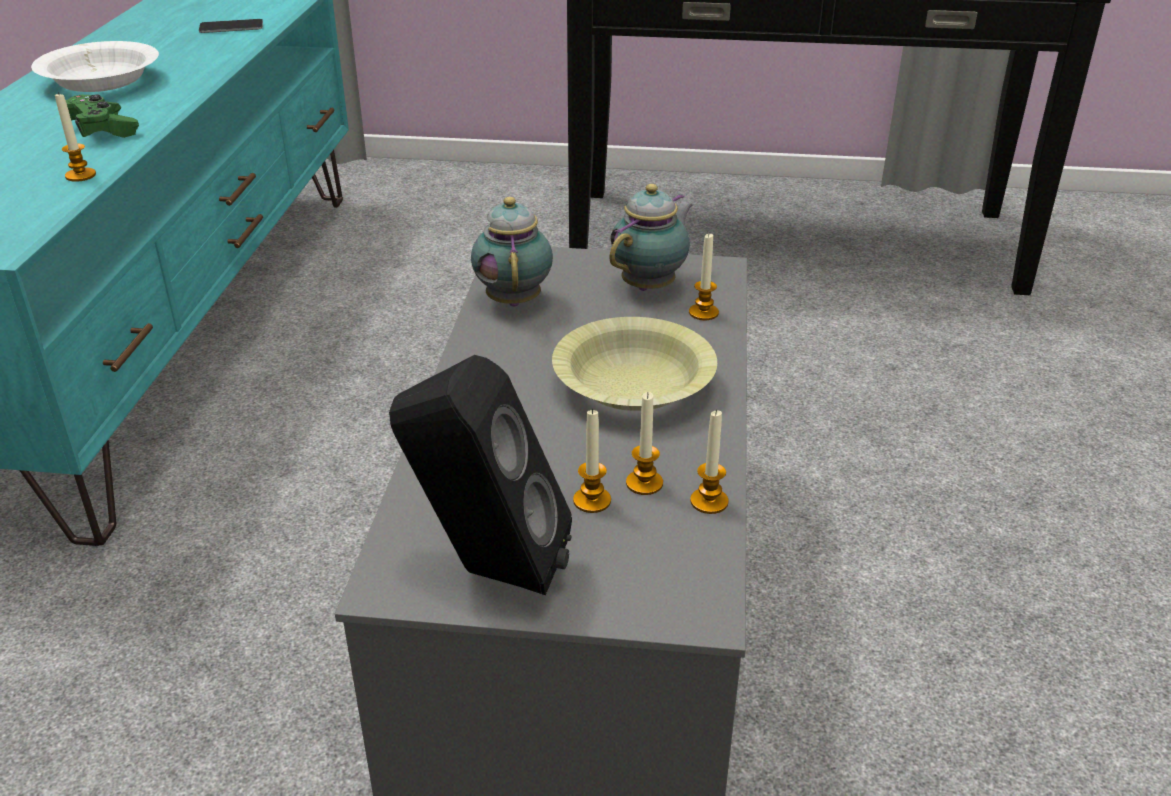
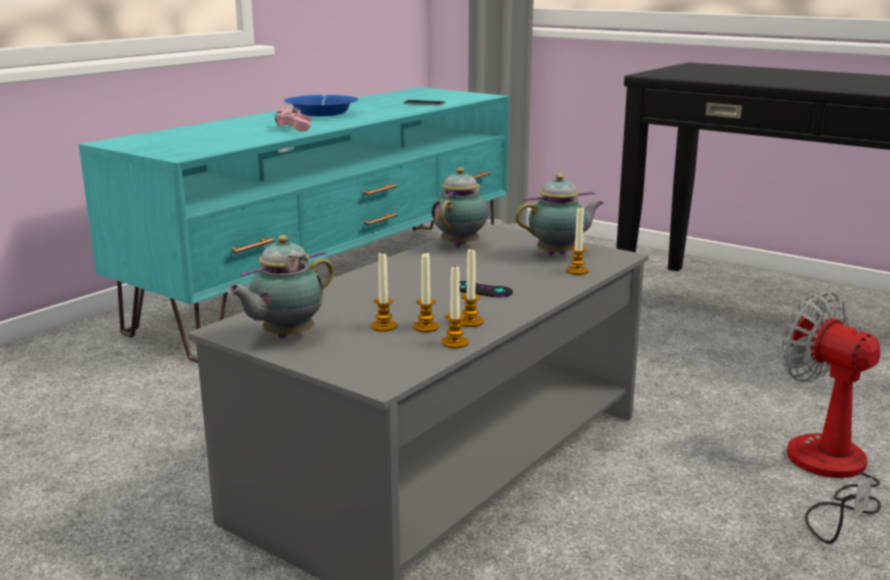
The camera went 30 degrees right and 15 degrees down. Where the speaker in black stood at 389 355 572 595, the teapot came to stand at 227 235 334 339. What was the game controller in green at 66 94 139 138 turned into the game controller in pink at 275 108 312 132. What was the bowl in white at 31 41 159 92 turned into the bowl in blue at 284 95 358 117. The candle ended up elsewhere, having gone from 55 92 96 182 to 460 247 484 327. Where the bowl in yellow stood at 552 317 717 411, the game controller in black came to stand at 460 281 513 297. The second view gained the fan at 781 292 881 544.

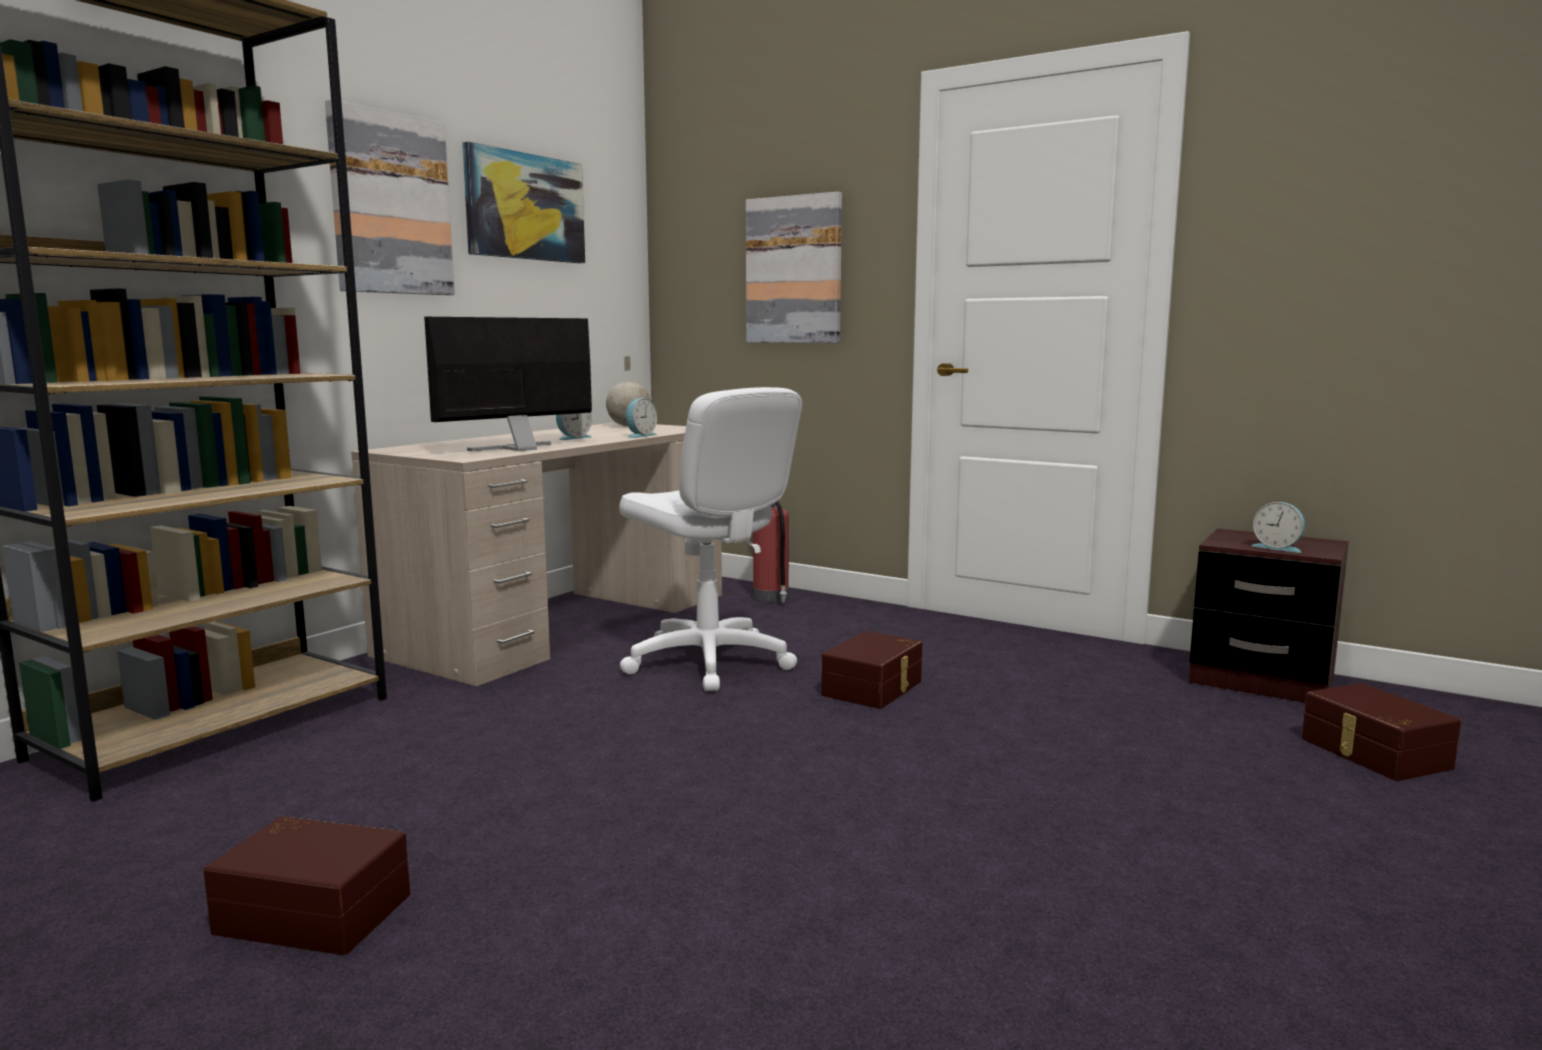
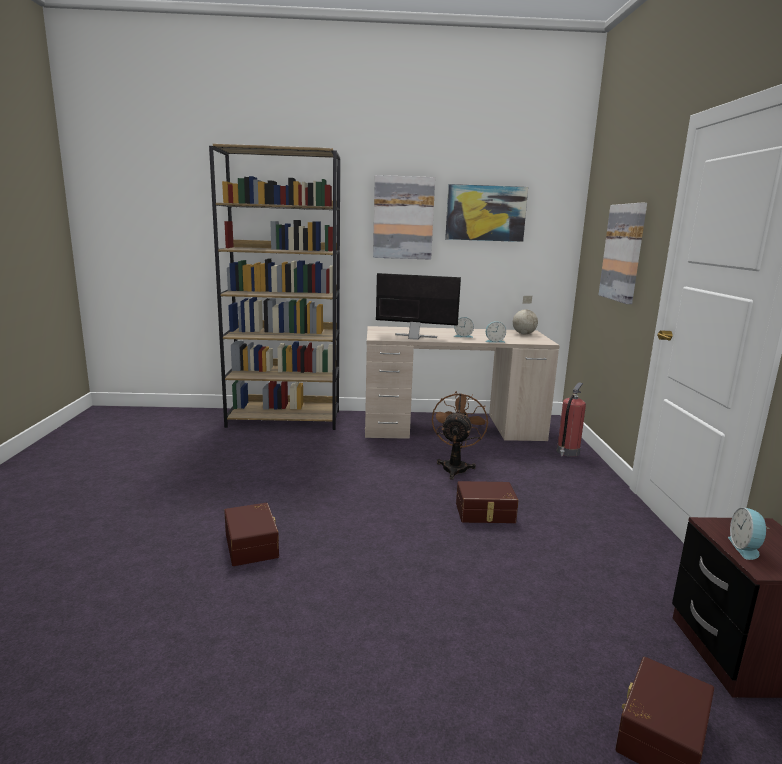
The camera went 55 degrees right and 5 degrees up. The storage box in brown ended up elsewhere, having gone from 204 816 410 955 to 224 503 279 566. Where the office chair in white stood at 619 387 802 691, the fan in brown came to stand at 432 391 488 480.

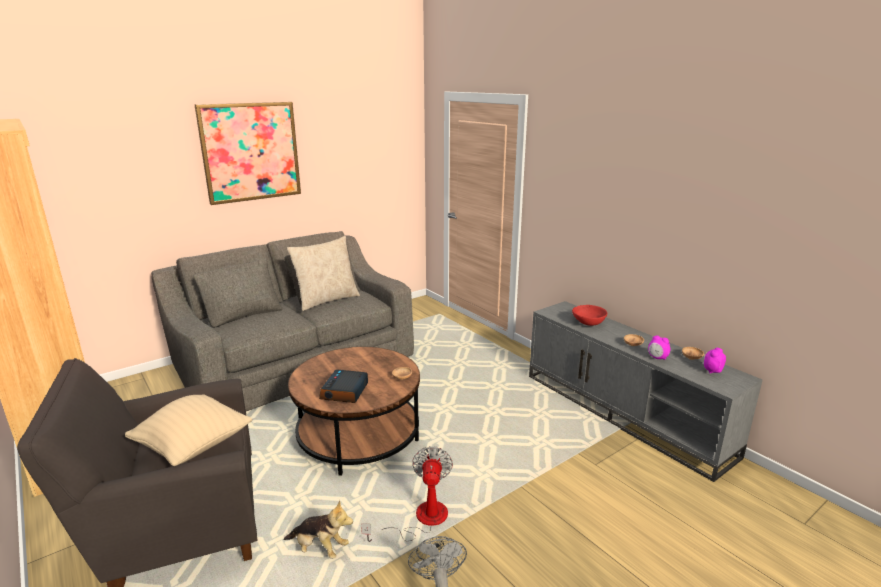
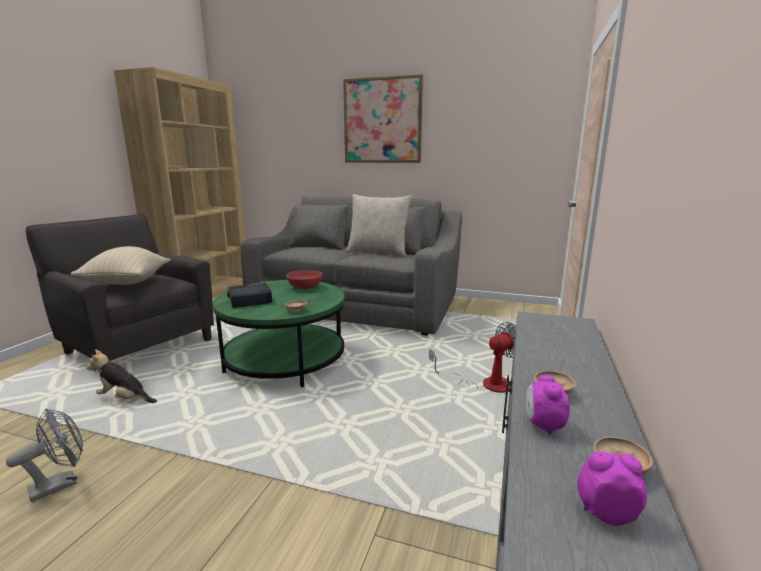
The camera went 55 degrees right and 5 degrees down. The plush toy at 283 500 353 559 ended up facing another way, 120 degrees clockwise from before. What was the coffee table in brown at 288 347 420 476 turned into the coffee table in green at 213 280 345 387. The bowl in red ended up elsewhere, having gone from 572 305 607 326 to 286 270 322 289. The fan ended up elsewhere, having gone from 361 446 453 542 to 429 322 516 393.

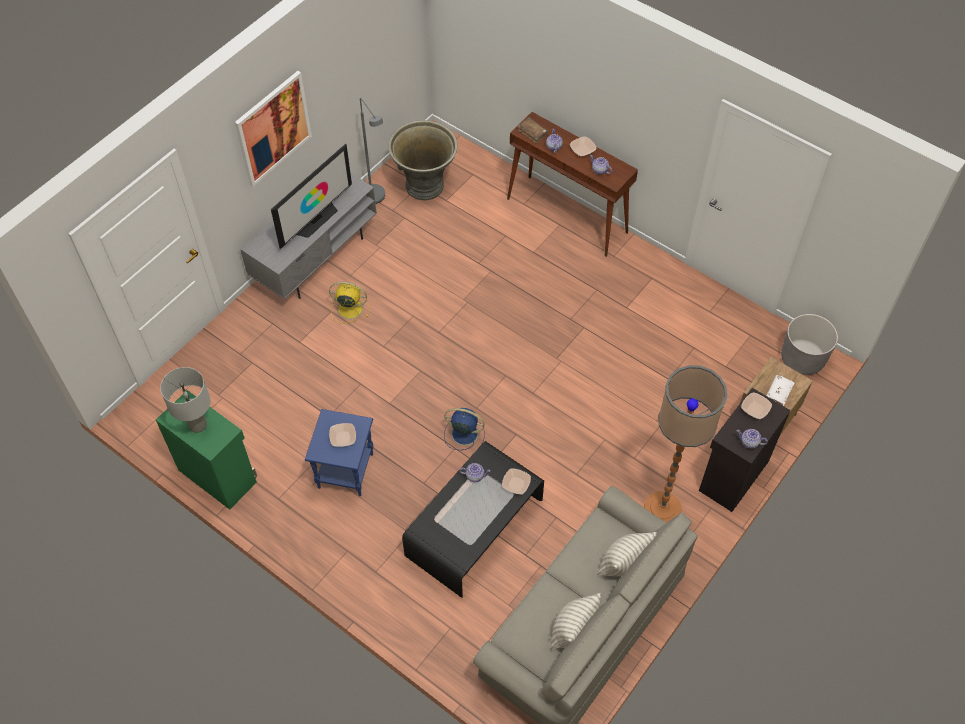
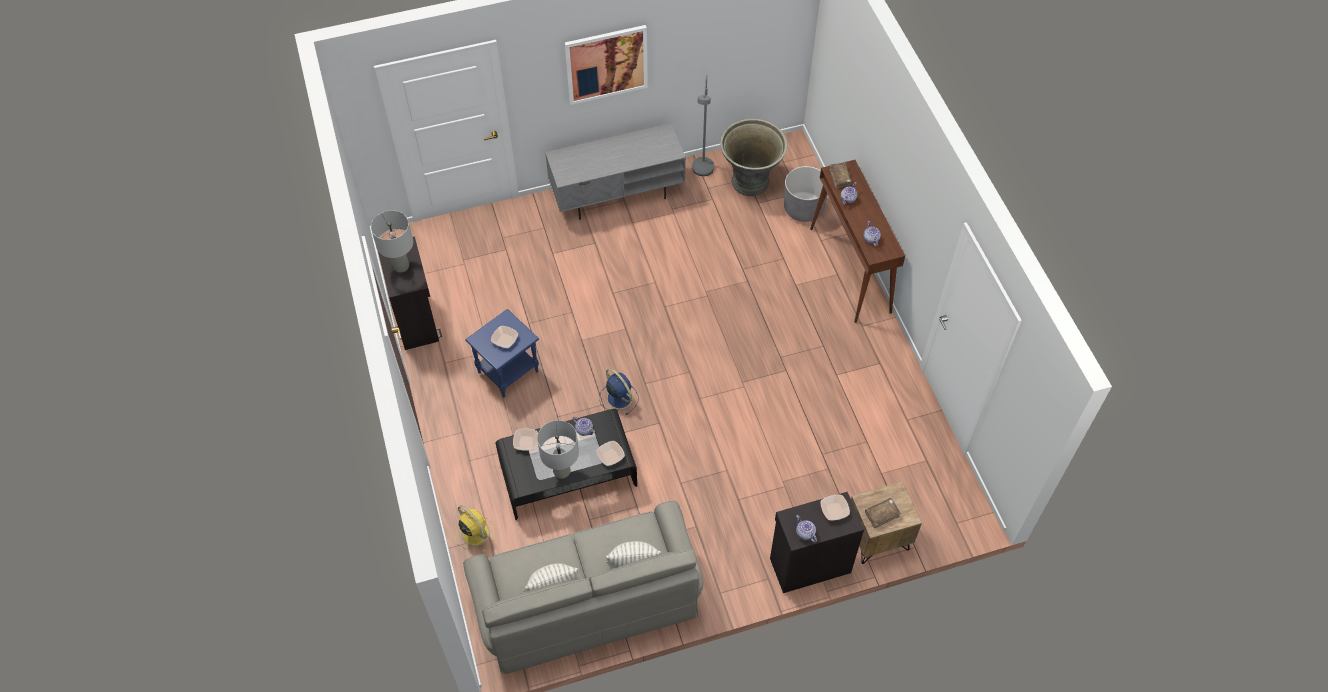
The camera went 35 degrees right and 0 degrees up. What was the cabinet in green at 156 390 257 510 turned into the cabinet in black at 378 236 442 350. The fan in yellow ended up elsewhere, having gone from 329 282 369 324 to 454 505 496 552. The bowl ended up elsewhere, having gone from 570 137 597 156 to 513 428 538 451. The second view gained the table lamp in grey at 537 420 579 479. The planter in grey ended up elsewhere, having gone from 781 314 838 375 to 784 166 828 222. What was the book in white at 766 375 795 406 turned into the book in brown at 865 498 901 529. The second view lost the television at 271 144 352 249. The second view lost the floor lamp at 644 365 727 523.

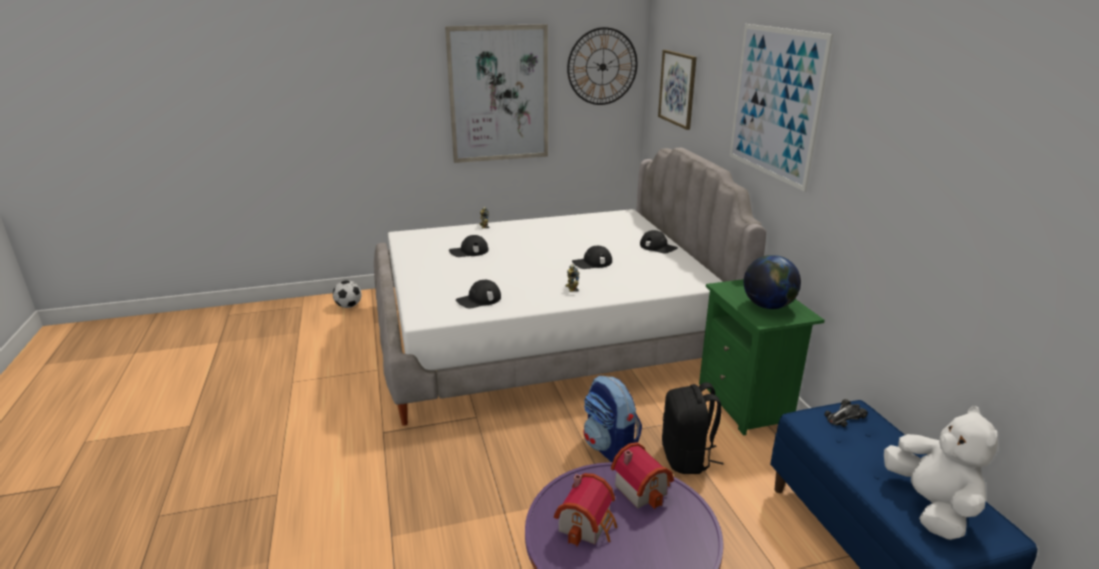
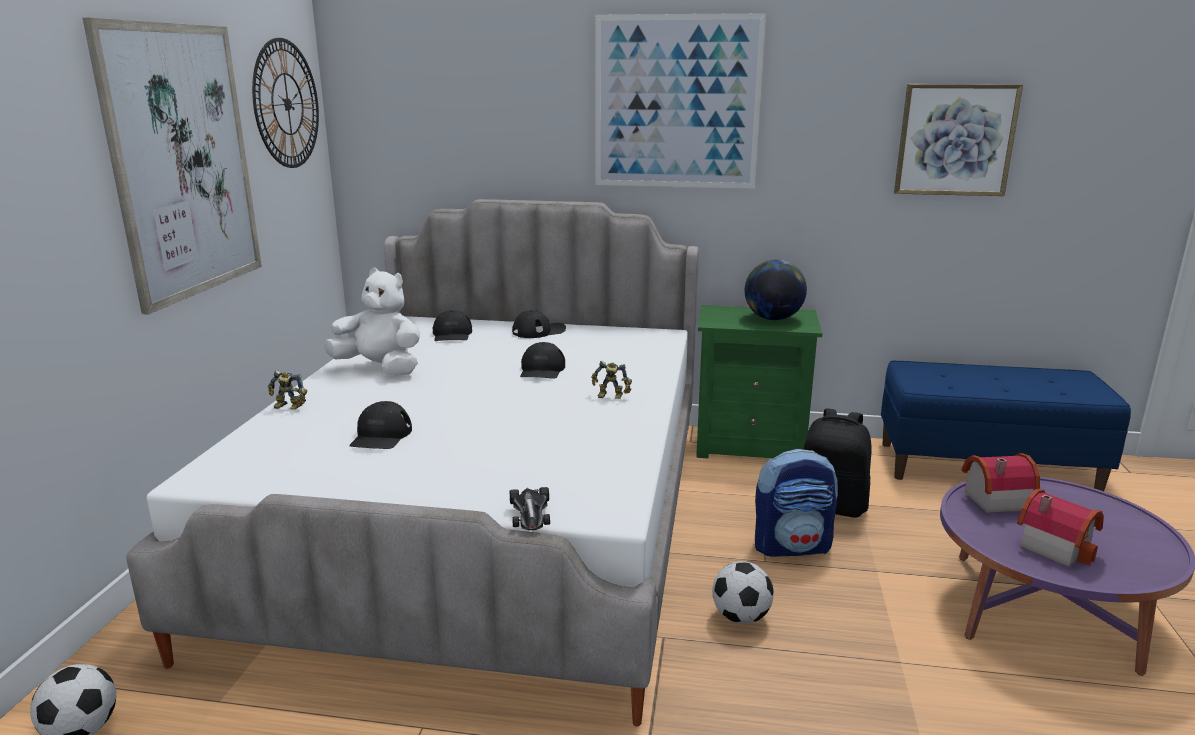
The camera went 65 degrees left and 5 degrees down. The plush toy in white ended up elsewhere, having gone from 884 406 998 540 to 324 268 420 376. The cap in black ended up elsewhere, having gone from 456 280 501 308 to 432 310 472 341. The toy car ended up elsewhere, having gone from 824 399 868 427 to 510 487 550 530. The second view gained the football at 712 561 774 624. The picture ended up elsewhere, having gone from 658 50 697 130 to 894 84 1023 196.

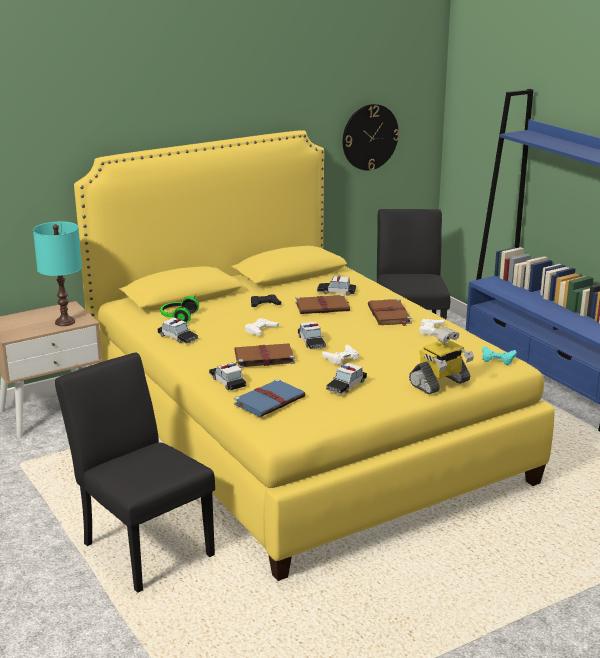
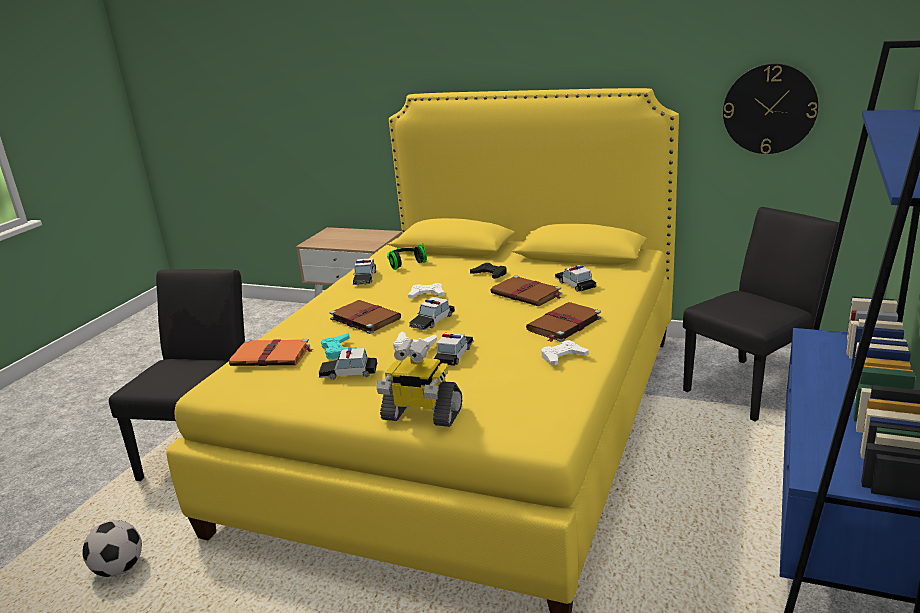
The camera went 55 degrees right and 0 degrees up. The second view gained the football at 82 520 142 577. What was the book in blue at 234 379 306 417 turned into the book in orange at 229 339 314 366. The game controller in turquoise ended up elsewhere, having gone from 482 346 517 365 to 321 333 357 359. The toy car ended up elsewhere, having gone from 209 362 246 390 to 434 333 474 366. The second view lost the table lamp in turquoise at 33 222 82 326.

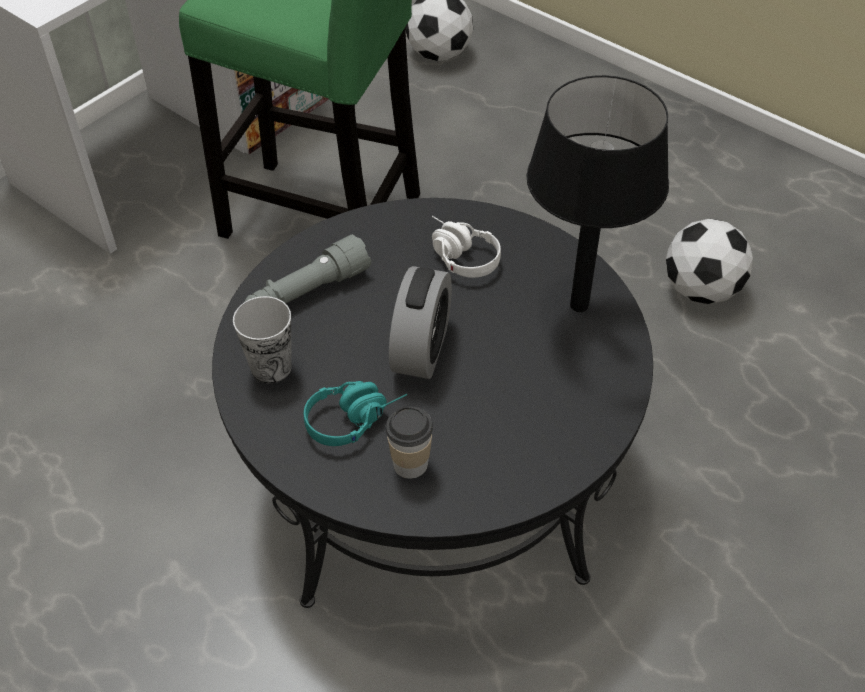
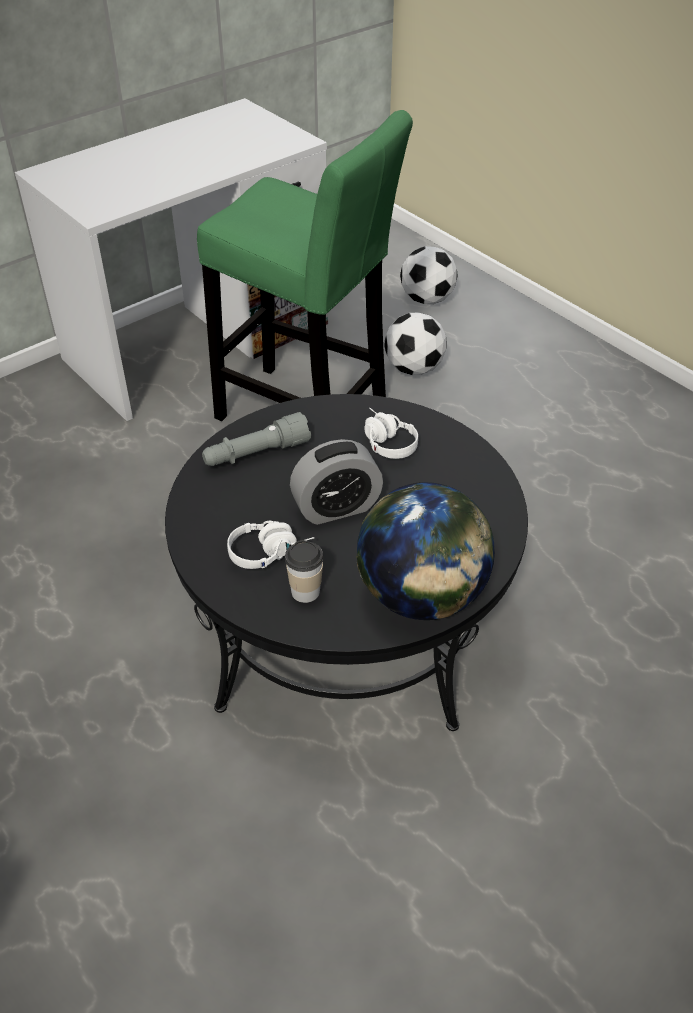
The camera went 10 degrees right and 5 degrees down. What was the headphones in turquoise at 304 381 407 446 turned into the headphones in white at 227 521 314 569. The alarm clock at 389 266 452 379 ended up facing another way, 45 degrees clockwise from before. The second view gained the globe at 356 482 495 620. The football ended up elsewhere, having gone from 666 219 753 304 to 384 313 447 375. The second view lost the cup at 233 296 292 383. The second view lost the table lamp in black at 526 75 669 312.

